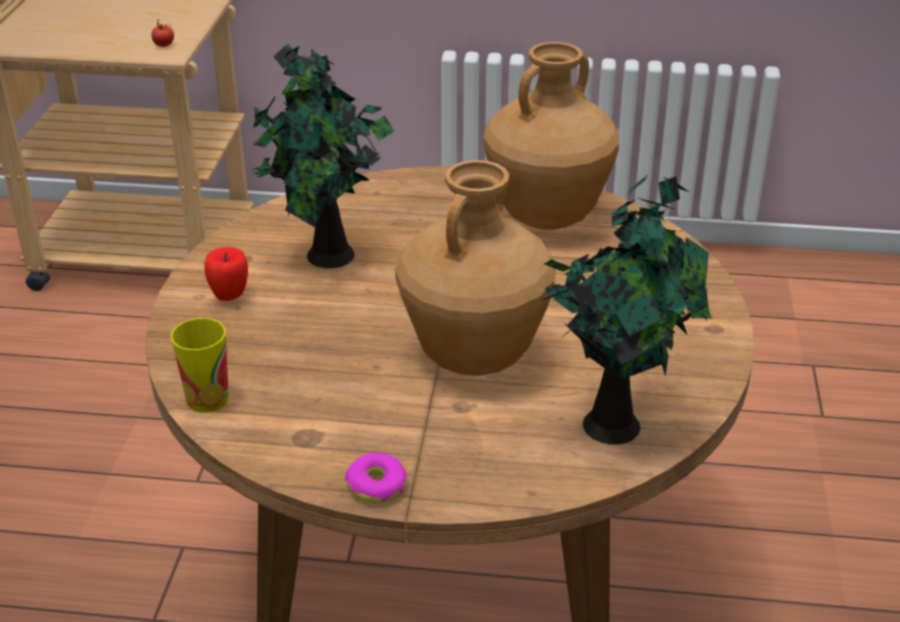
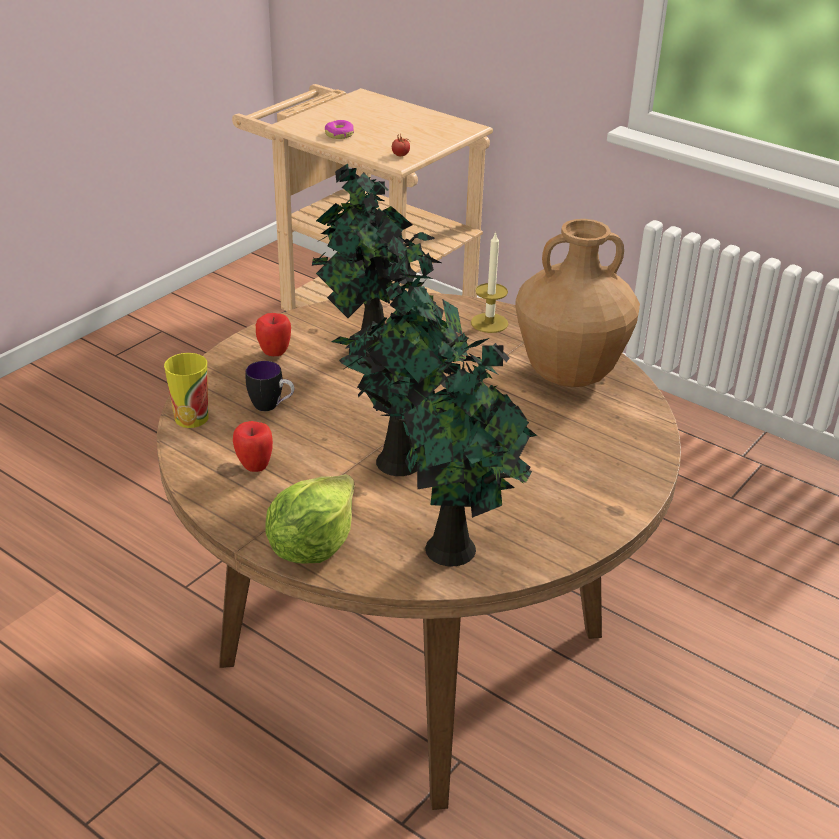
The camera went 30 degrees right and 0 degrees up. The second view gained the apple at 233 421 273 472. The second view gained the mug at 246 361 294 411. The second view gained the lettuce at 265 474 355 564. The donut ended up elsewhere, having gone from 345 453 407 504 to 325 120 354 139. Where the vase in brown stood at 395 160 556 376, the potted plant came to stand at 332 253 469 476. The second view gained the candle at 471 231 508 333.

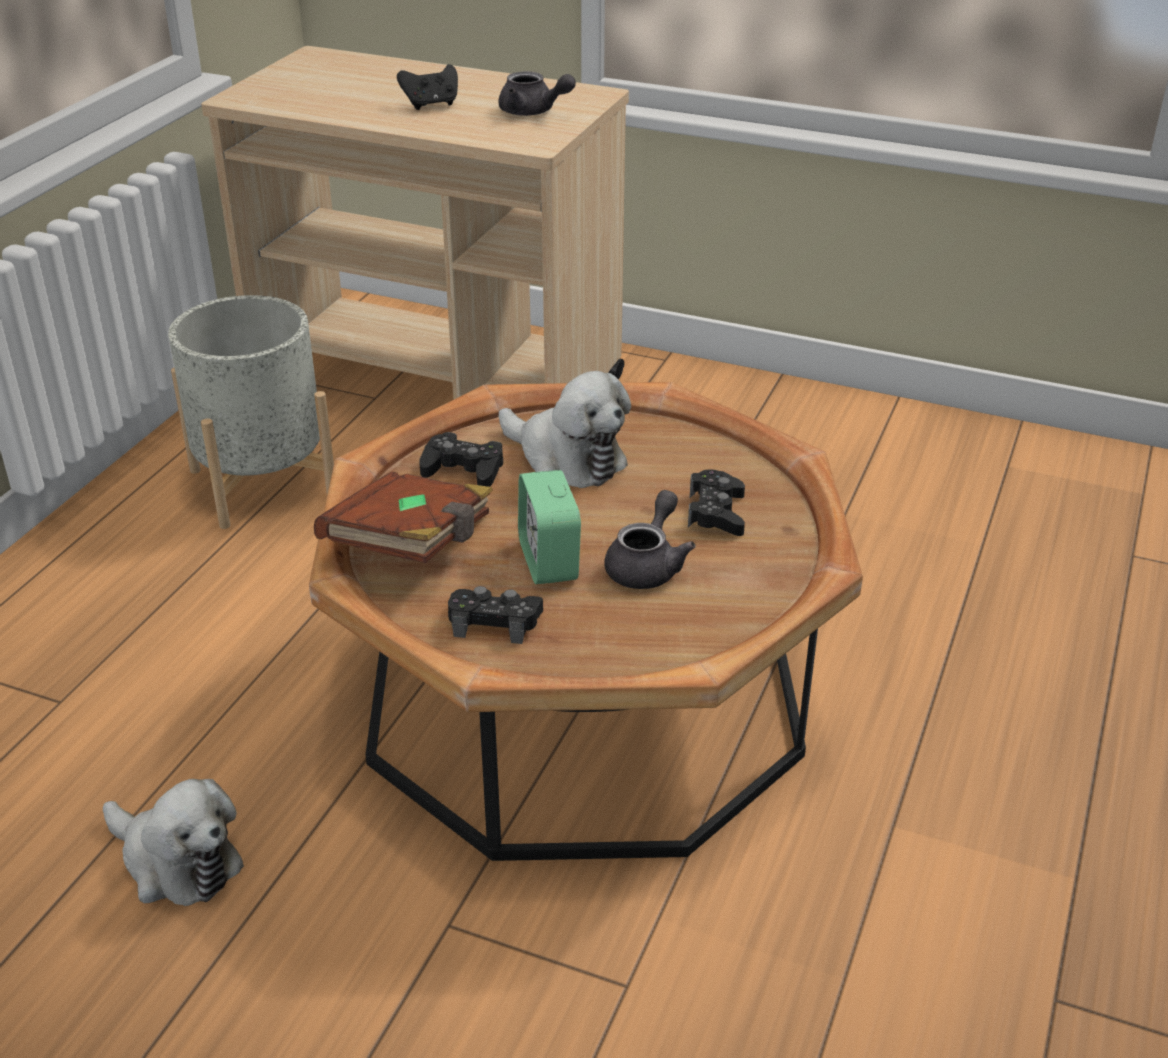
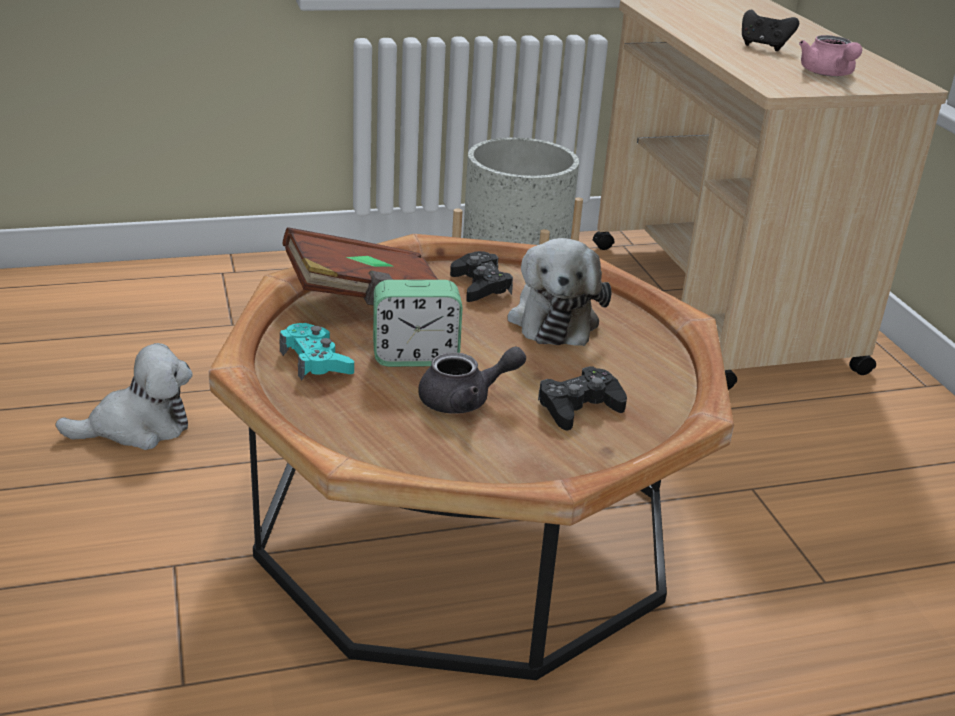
The camera went 50 degrees right and 5 degrees down. The plush toy at 103 779 244 906 ended up facing another way, 105 degrees counterclockwise from before. What was the game controller in black at 448 586 543 644 turned into the game controller in turquoise at 279 323 354 380. The alarm clock at 518 470 581 584 ended up facing another way, 135 degrees counterclockwise from before. What was the teapot in grey at 498 71 576 116 turned into the teapot in pink at 799 35 862 76.

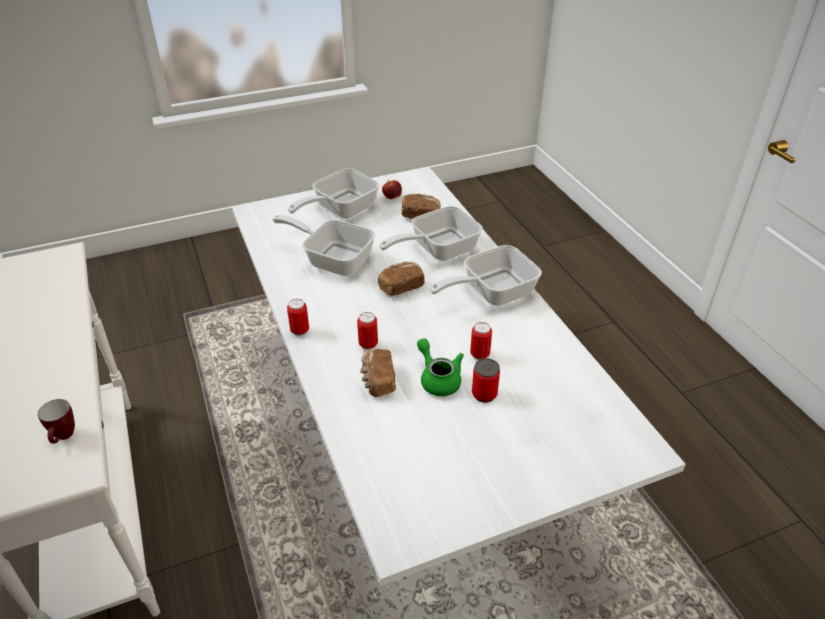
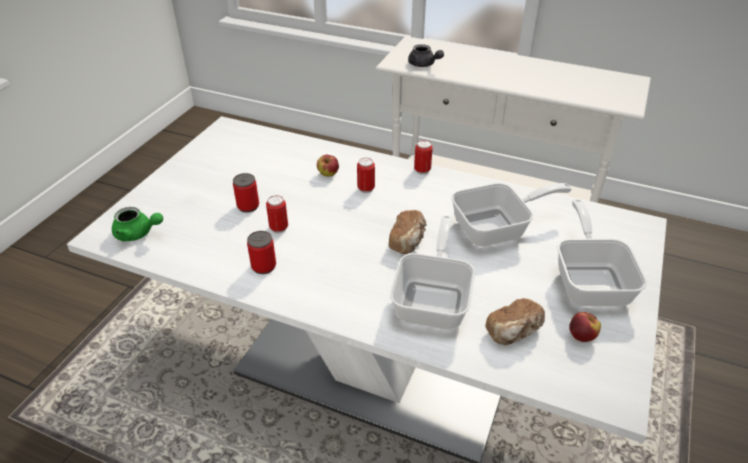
The camera went 135 degrees right and 0 degrees up. The teapot in green ended up elsewhere, having gone from 417 338 464 396 to 112 207 163 242. The second view gained the can at 247 231 276 274. Where the bread stood at 360 349 396 397, the apple came to stand at 317 155 339 177. Where the mug stood at 38 399 75 444, the teapot in grey came to stand at 408 44 444 67. The second view lost the frying pan at 430 245 542 306.

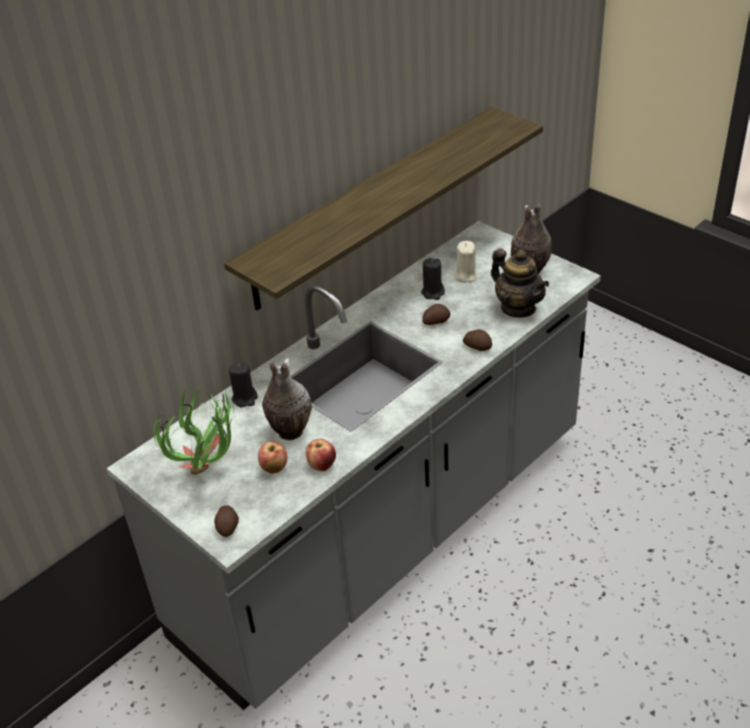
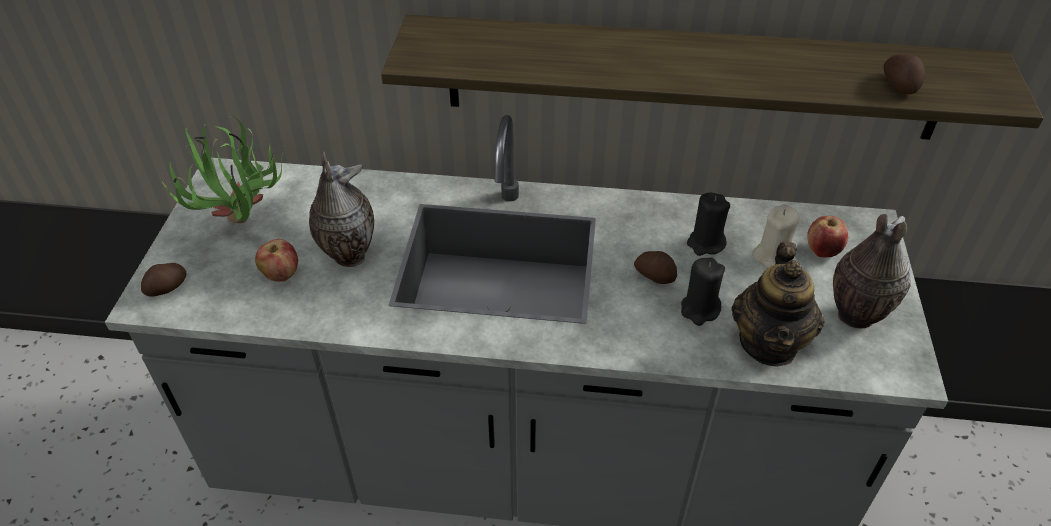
The camera went 50 degrees right and 5 degrees up. The candle in black ended up elsewhere, having gone from 229 362 258 407 to 681 258 725 326. The apple ended up elsewhere, having gone from 306 439 336 471 to 807 216 848 257. The potato ended up elsewhere, having gone from 463 329 492 351 to 883 54 925 94.

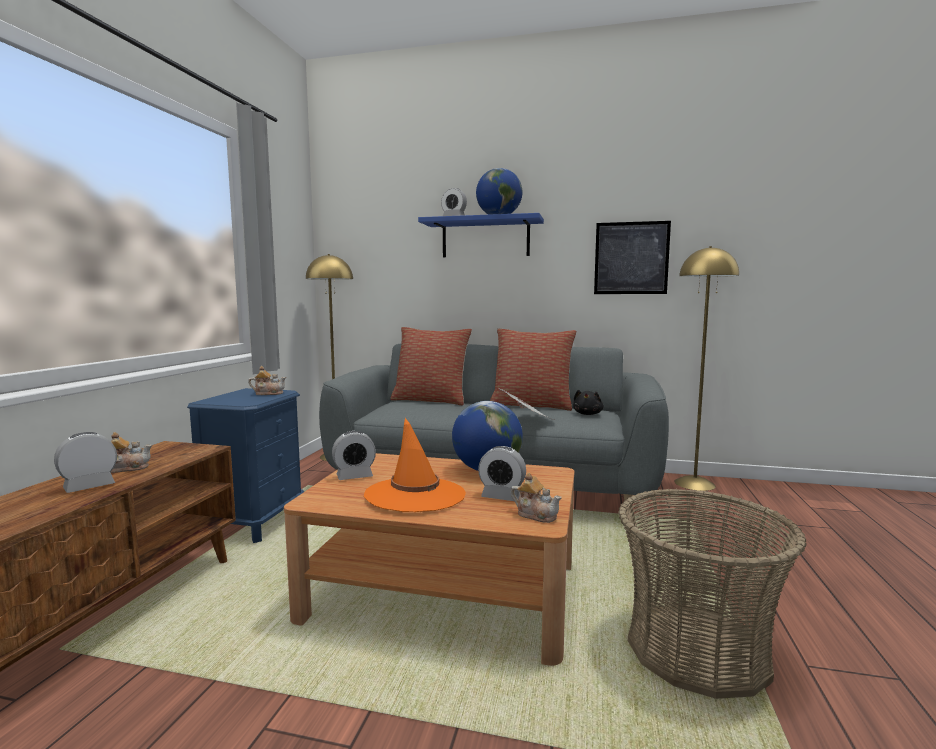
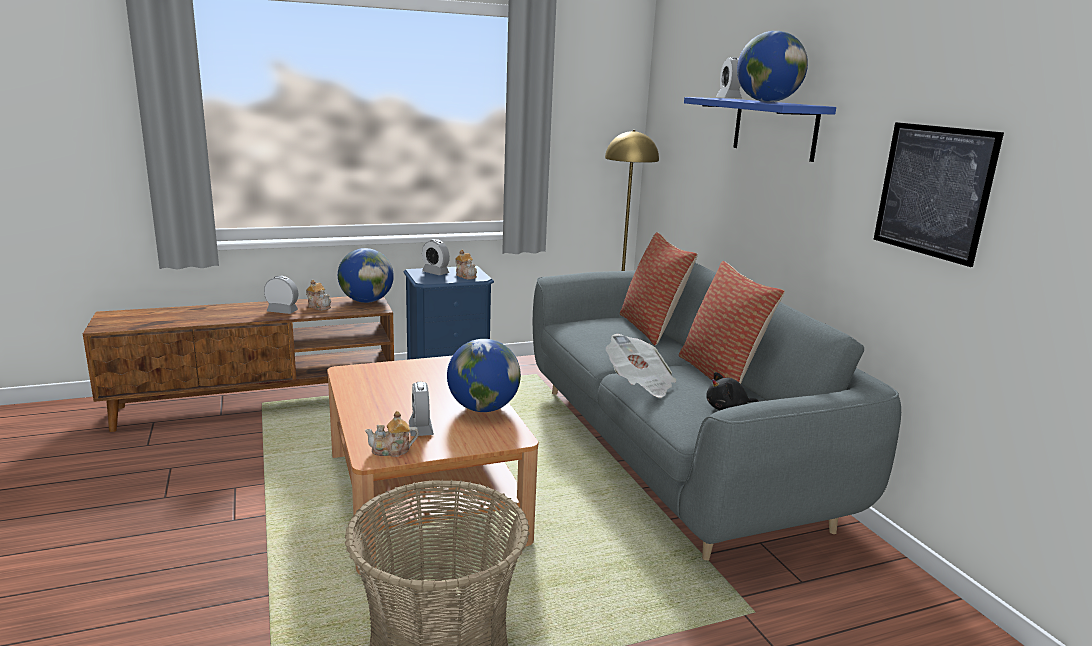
The camera went 55 degrees right and 10 degrees up. The second view gained the globe at 338 248 394 303. The teapot at 511 473 562 523 ended up facing another way, 75 degrees clockwise from before. The alarm clock ended up elsewhere, having gone from 332 431 376 480 to 422 239 450 275. The second view lost the hat in orange at 364 418 466 512. The second view lost the floor lamp in yellow at 674 246 739 491.

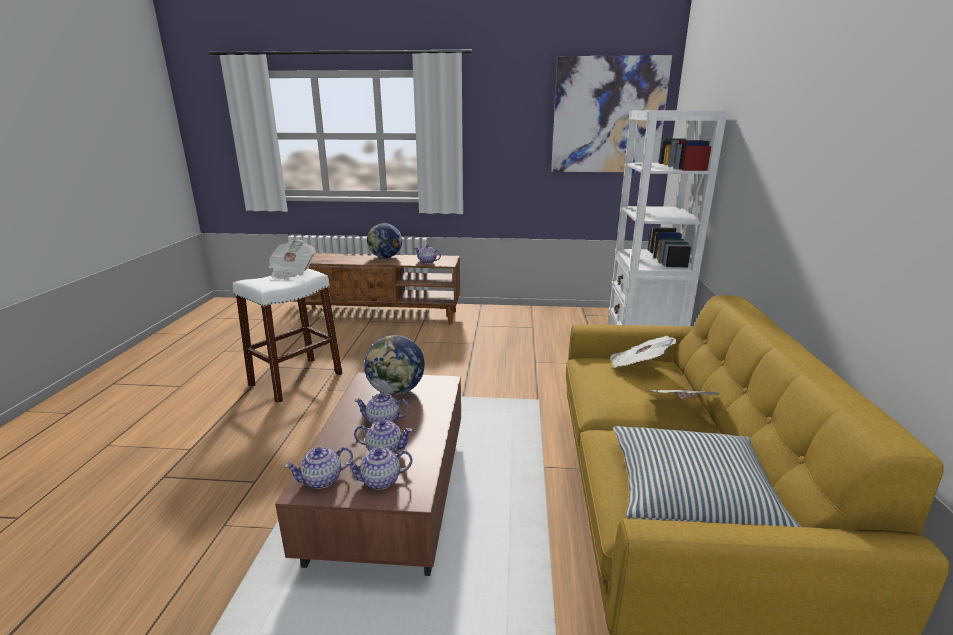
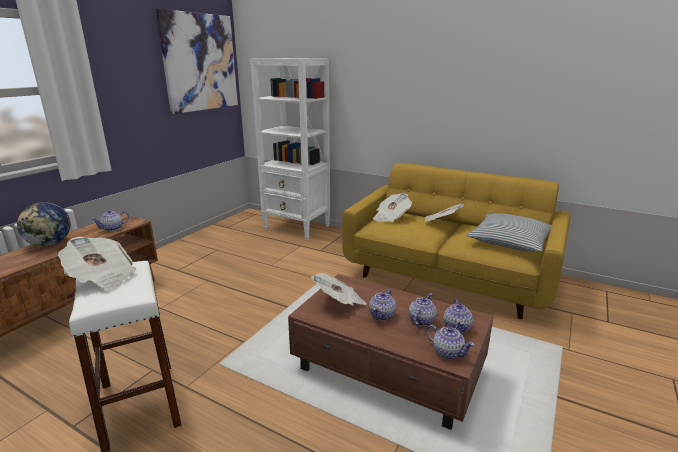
The camera went 65 degrees left and 0 degrees up. Where the globe stood at 364 335 425 395, the newspaper came to stand at 311 273 367 306. The teapot at 284 447 353 489 ended up facing another way, 45 degrees counterclockwise from before.

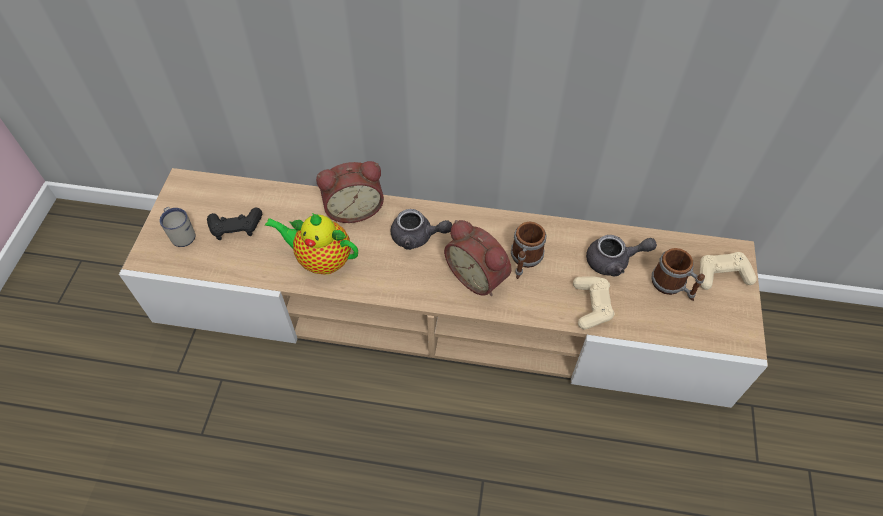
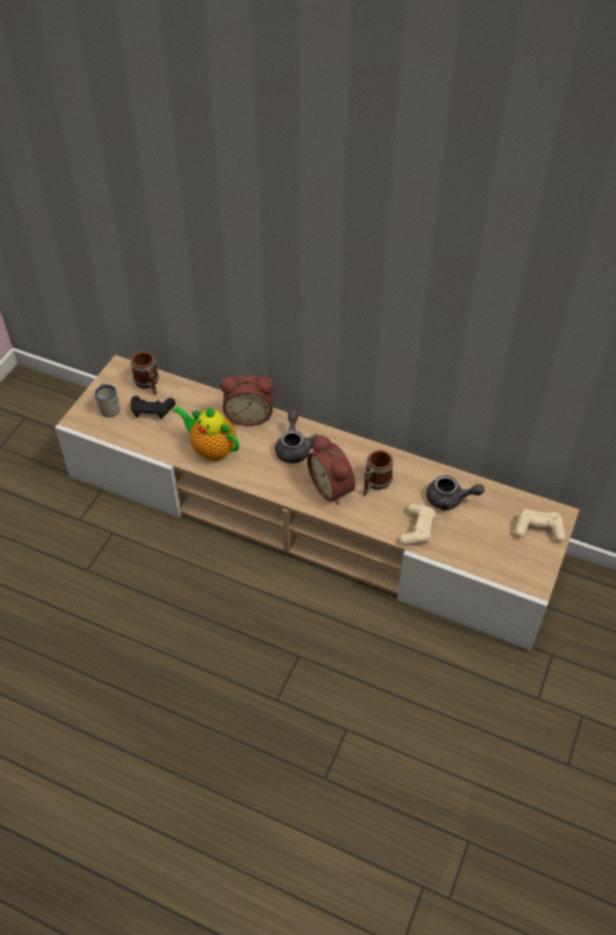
The camera went 15 degrees right and 5 degrees down. The mug ended up elsewhere, having gone from 652 248 705 301 to 131 351 159 395. The teapot in grey at 391 209 452 250 ended up facing another way, 120 degrees counterclockwise from before.

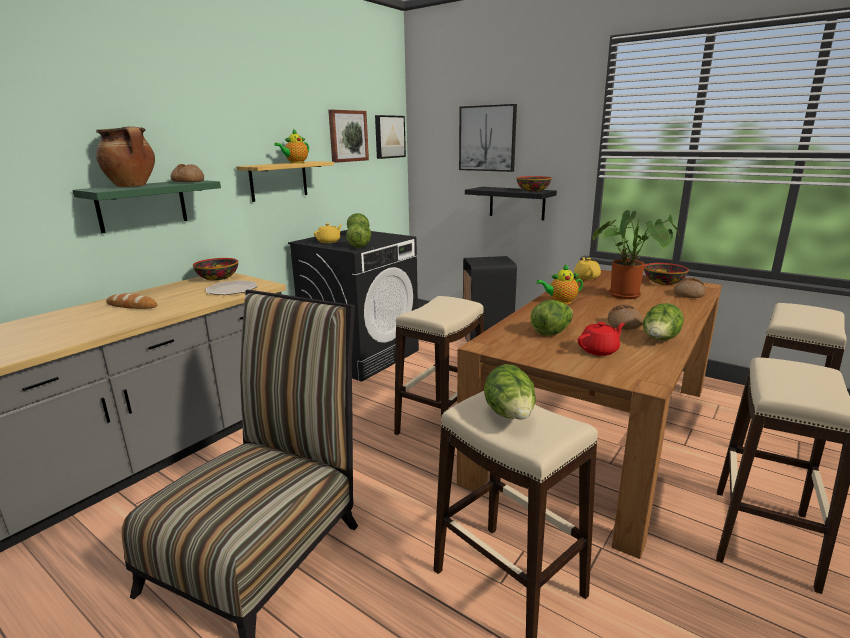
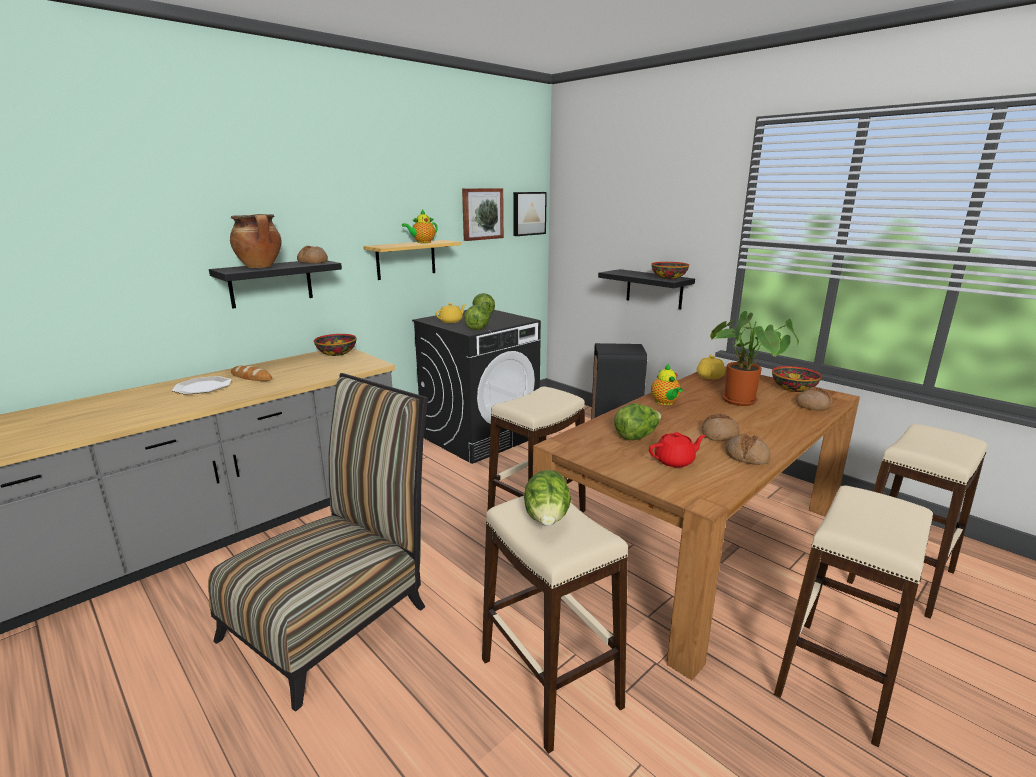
The camera went 10 degrees right and 0 degrees up. The plate ended up elsewhere, having gone from 206 280 258 295 to 172 376 231 395. What was the shelf in green at 73 180 221 233 turned into the shelf in black at 209 260 342 309. The teapot at 536 264 583 304 ended up facing another way, 105 degrees counterclockwise from before. Where the lettuce stood at 643 303 684 340, the bread came to stand at 726 434 771 465. The second view lost the picture at 459 104 517 172.

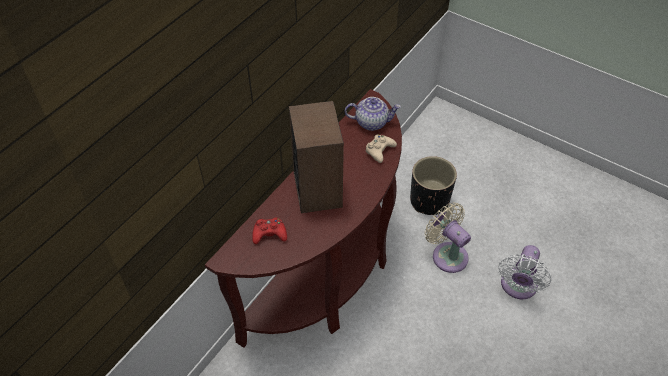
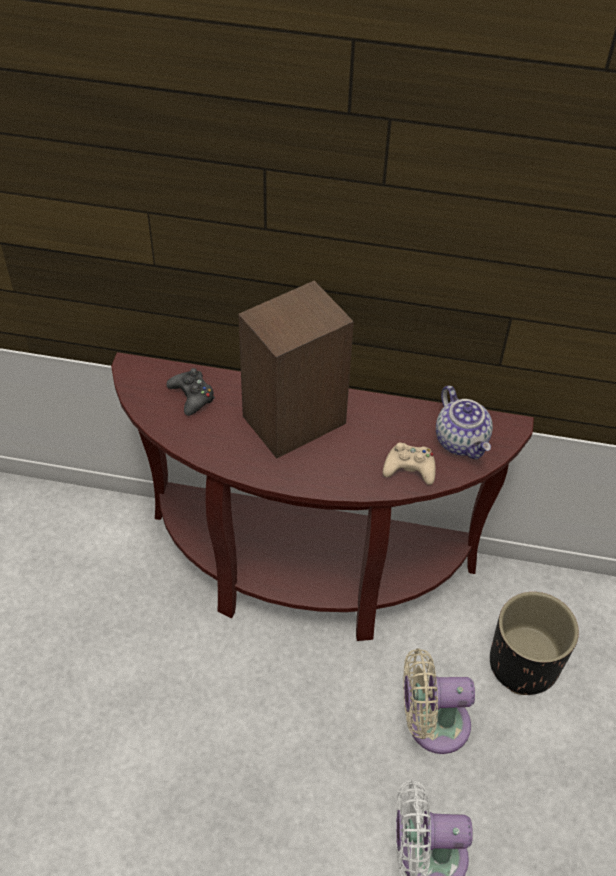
The camera went 65 degrees right and 0 degrees up. What was the game controller in red at 252 218 287 244 turned into the game controller in black at 166 368 215 416. The fan in beige at 425 202 471 273 ended up facing another way, 120 degrees counterclockwise from before.

